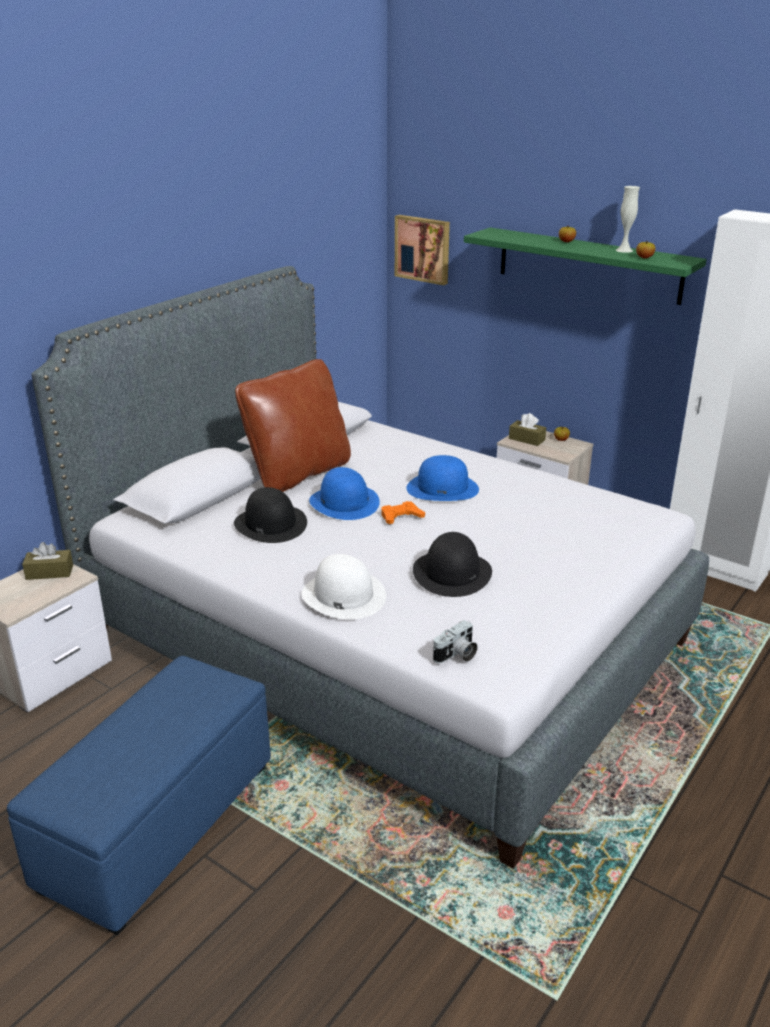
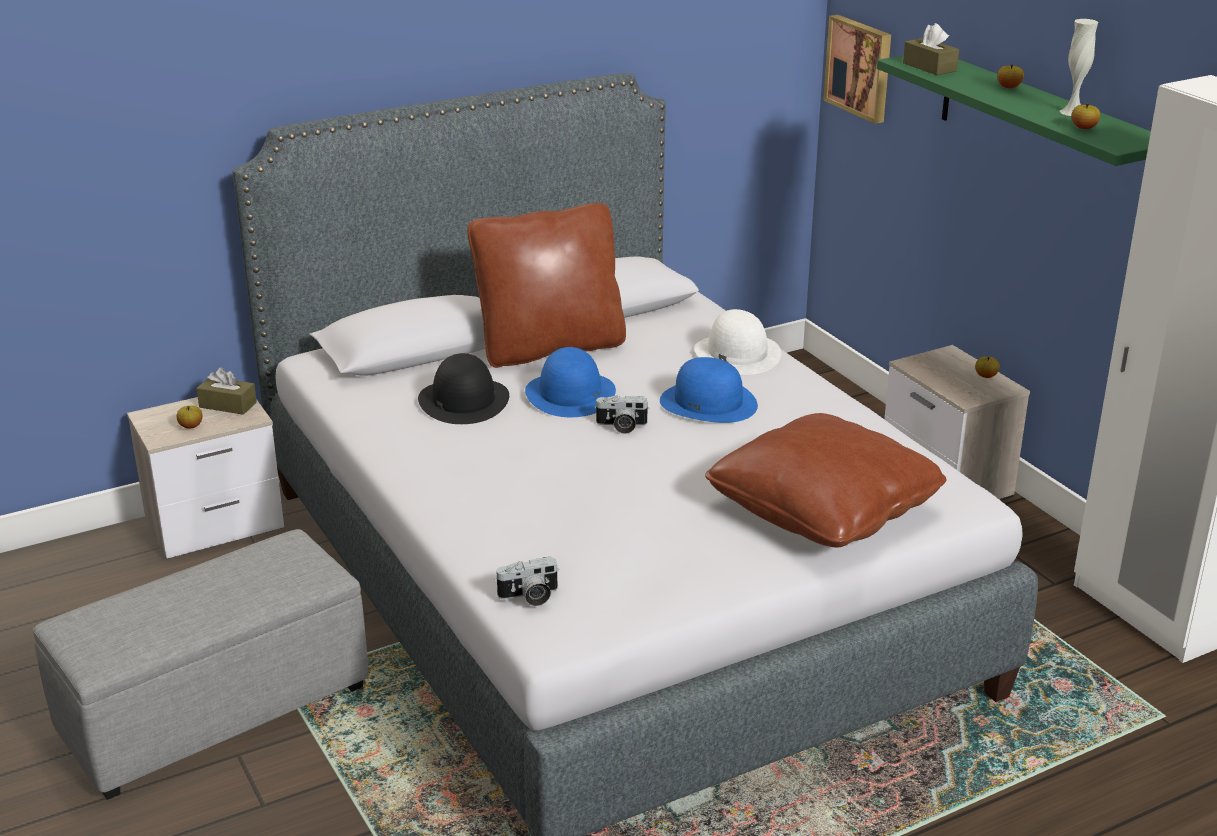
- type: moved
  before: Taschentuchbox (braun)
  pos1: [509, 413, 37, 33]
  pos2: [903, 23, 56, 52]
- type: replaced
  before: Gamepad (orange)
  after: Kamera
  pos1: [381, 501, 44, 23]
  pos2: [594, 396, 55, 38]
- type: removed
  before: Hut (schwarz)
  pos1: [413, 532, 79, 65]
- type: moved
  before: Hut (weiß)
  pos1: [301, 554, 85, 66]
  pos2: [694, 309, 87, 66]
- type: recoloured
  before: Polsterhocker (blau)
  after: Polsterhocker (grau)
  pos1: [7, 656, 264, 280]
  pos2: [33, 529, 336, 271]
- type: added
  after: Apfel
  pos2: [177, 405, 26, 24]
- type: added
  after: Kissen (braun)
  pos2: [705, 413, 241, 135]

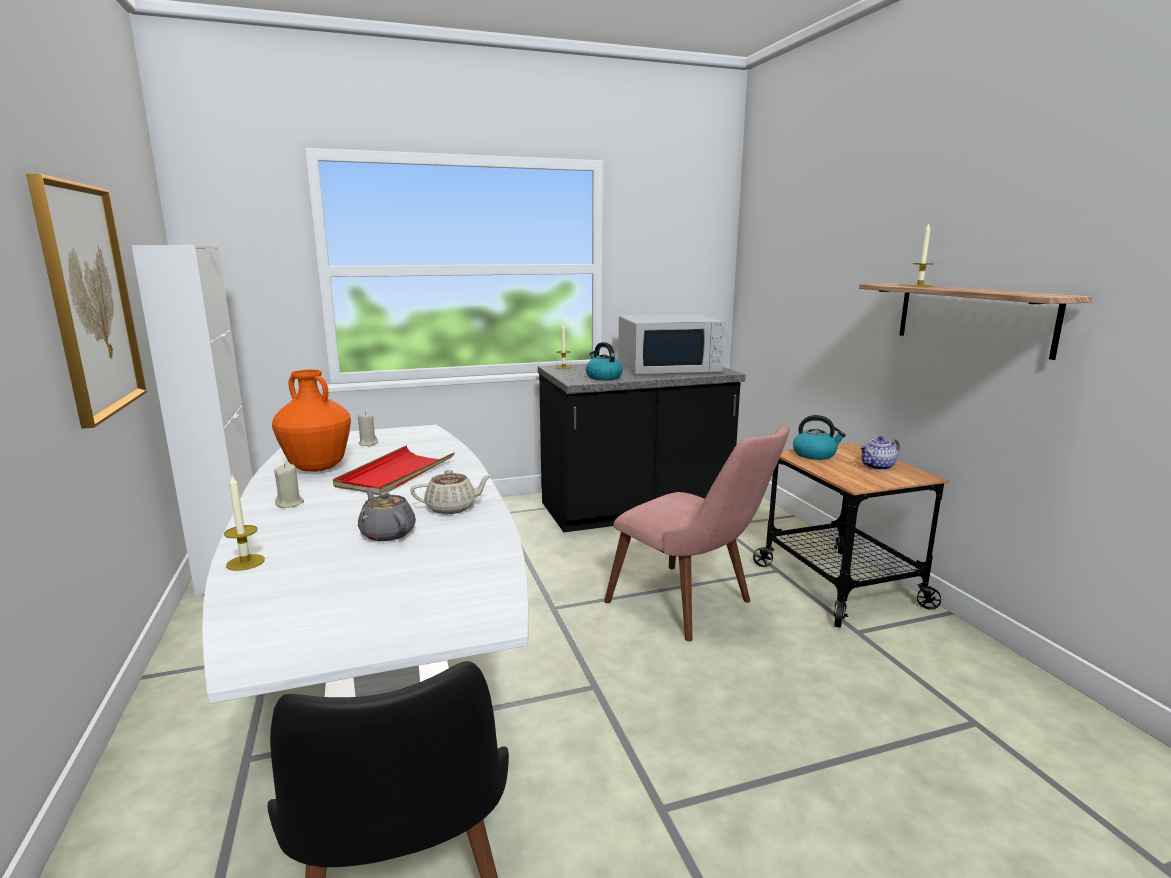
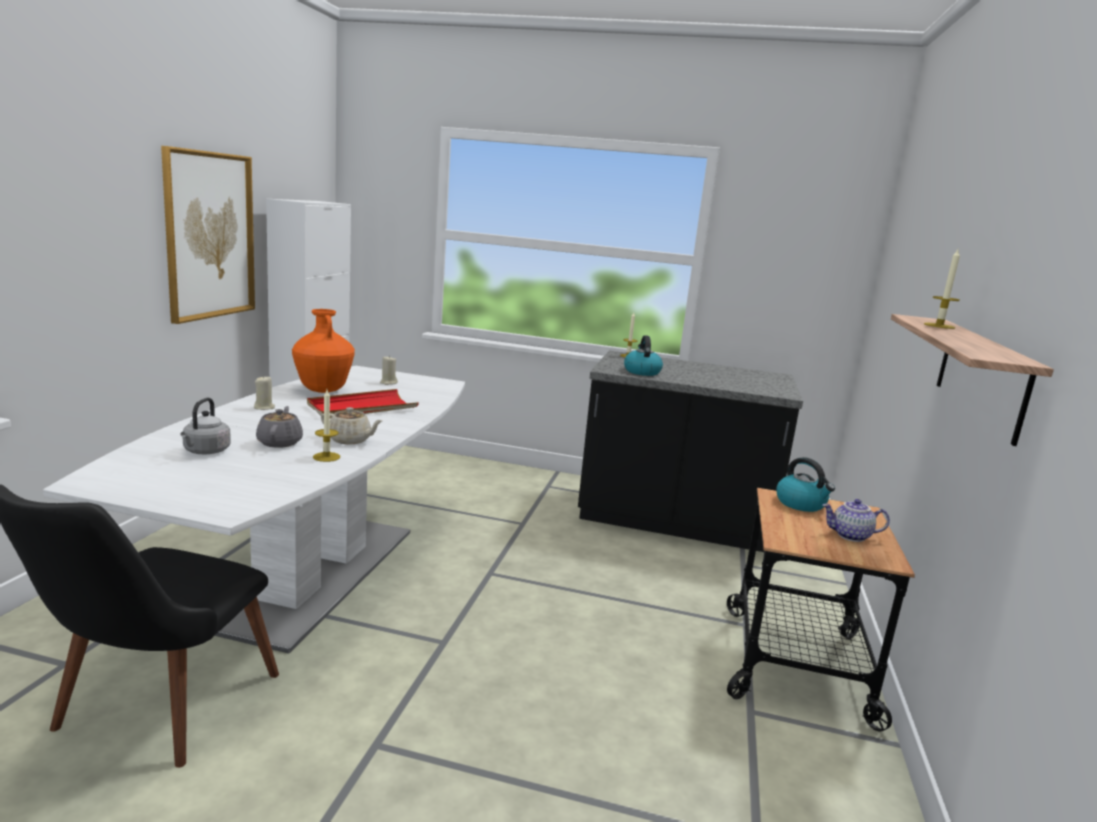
- type: removed
  before: Mikrowelle (weiß)
  pos1: [618, 314, 108, 60]
- type: removed
  before: Stuhl (rosa)
  pos1: [604, 425, 186, 217]
- type: moved
  before: Kerze
  pos1: [224, 475, 41, 96]
  pos2: [313, 390, 27, 72]
- type: added
  after: Wasserkessel (grau)
  pos2: [180, 398, 51, 56]

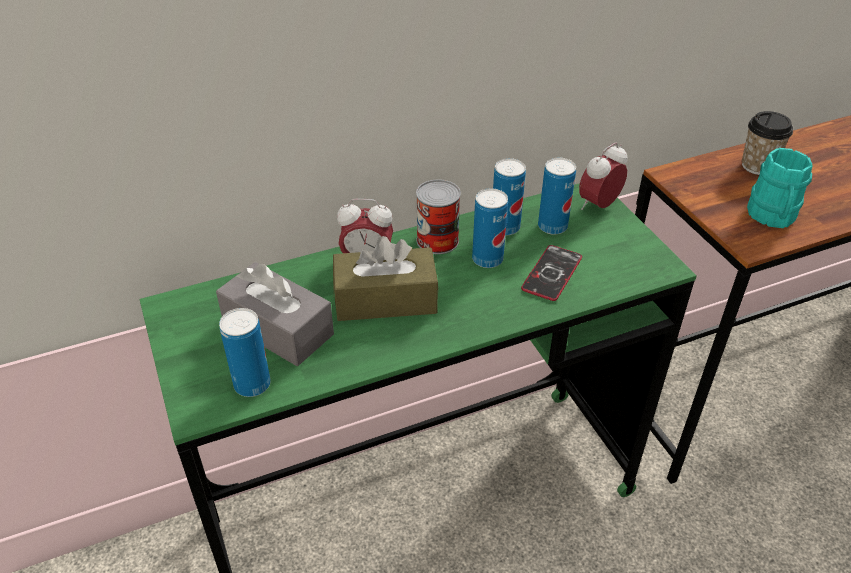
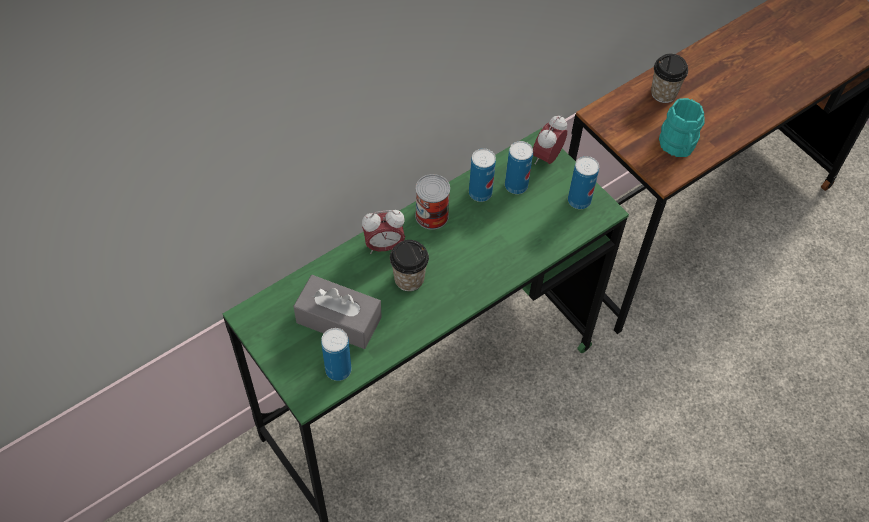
- type: moved
  before: Dose
  pos1: [472, 188, 36, 80]
  pos2: [568, 156, 31, 53]
- type: replaced
  before: Taschentuchbox (braun)
  after: Tasse
  pos1: [333, 236, 105, 85]
  pos2: [390, 240, 39, 51]
- type: removed
  before: Handy
  pos1: [521, 245, 61, 56]

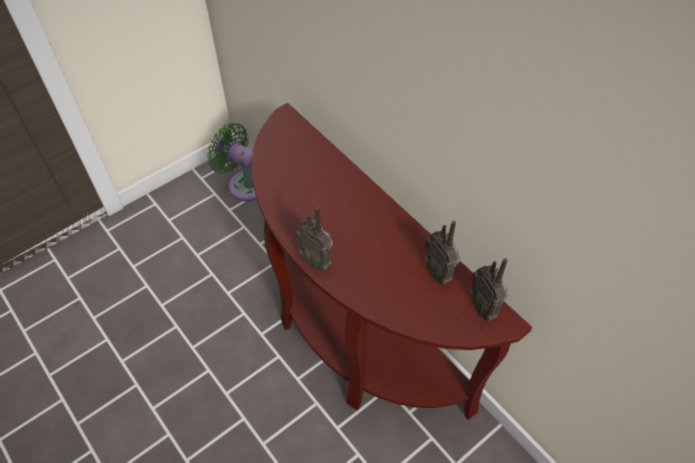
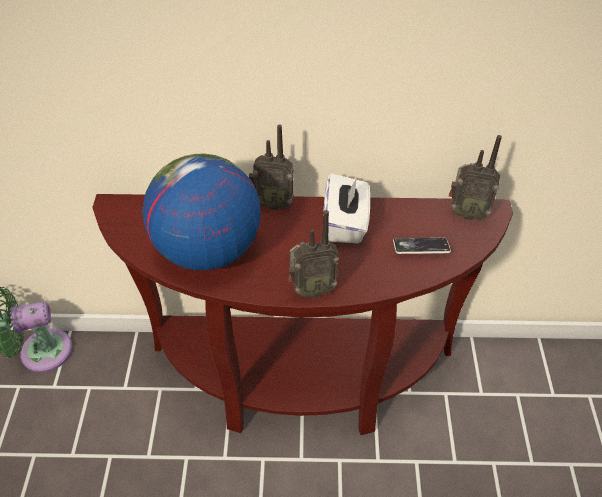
- type: moved
  before: Radio
  pos1: [425, 221, 35, 64]
  pos2: [249, 124, 45, 86]
- type: added
  after: Globus
  pos2: [142, 154, 118, 116]
- type: added
  after: Taschentuchbox (weiß)
  pos2: [323, 173, 47, 70]
- type: added
  after: Handy
  pos2: [393, 238, 58, 16]

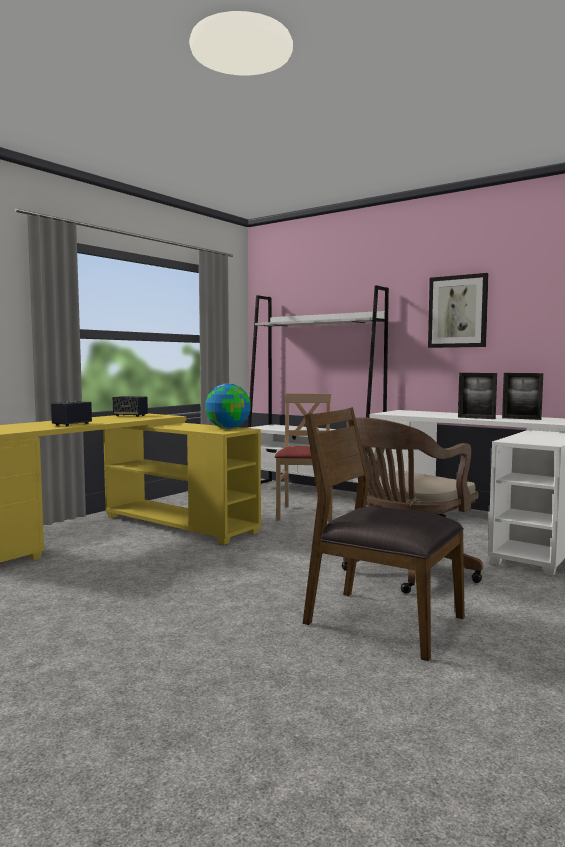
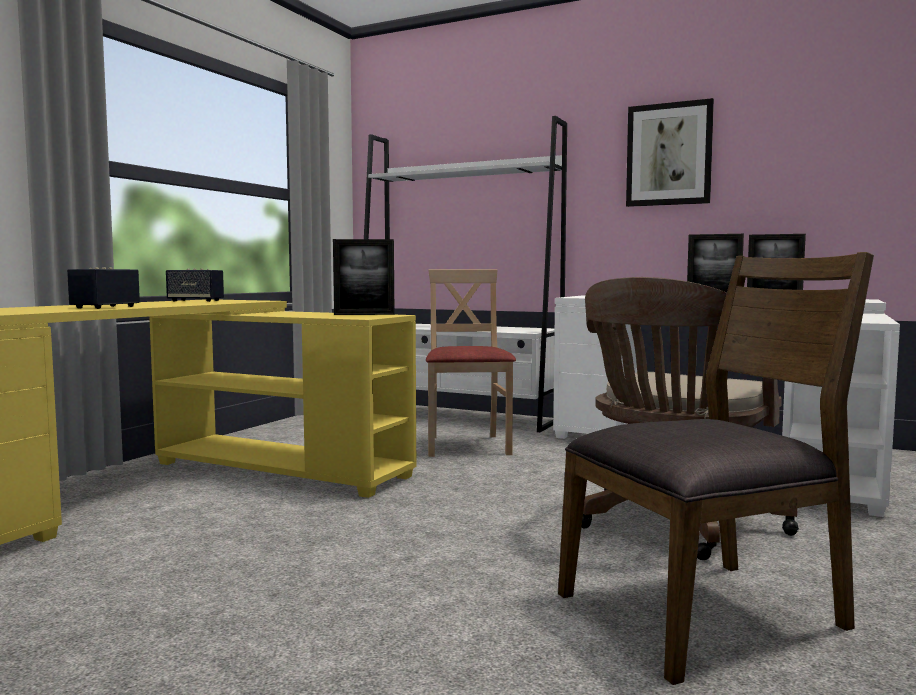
- type: replaced
  before: Globus
  after: Bilderrahmen
  pos1: [205, 384, 46, 45]
  pos2: [333, 239, 62, 76]
- type: turned
  before: Stuhl (braun)
  pos1: [303, 407, 162, 254]
  pos2: [558, 252, 316, 433]
  turn: 135

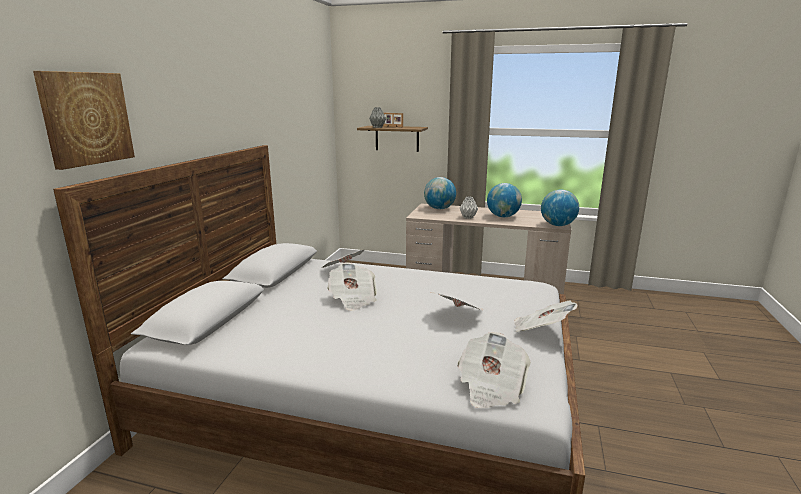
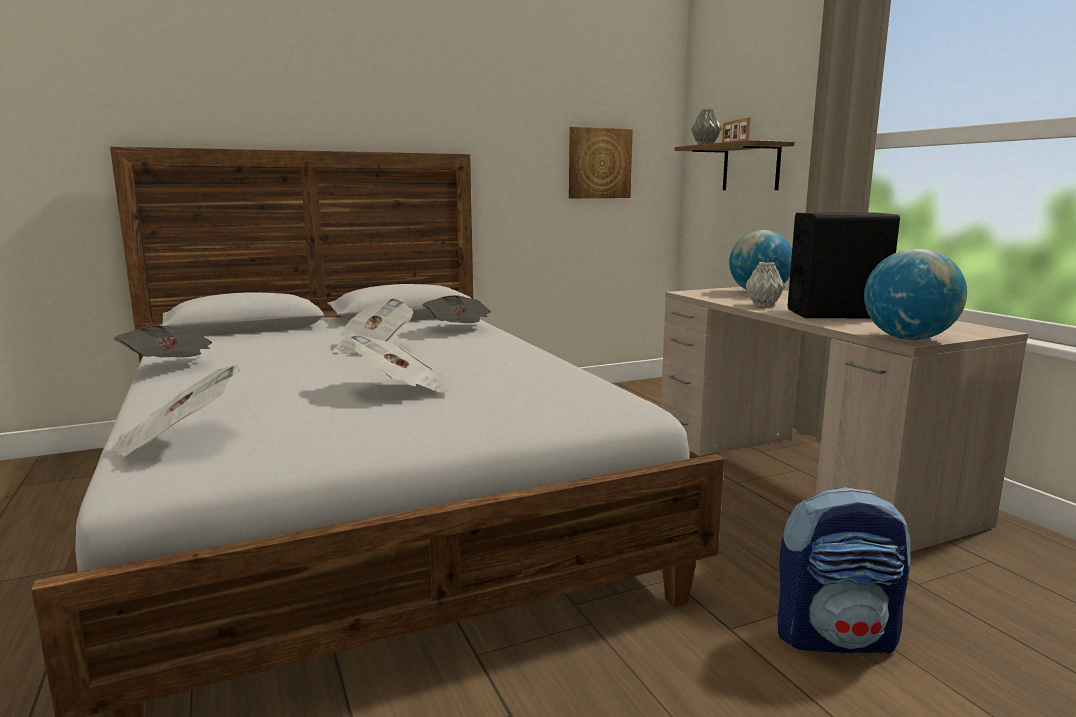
- type: moved
  before: Bild
  pos1: [33, 71, 102, 99]
  pos2: [569, 127, 64, 71]
- type: replaced
  before: Globus
  after: Lautsprecher (schwarz)
  pos1: [487, 183, 35, 34]
  pos2: [788, 212, 112, 106]
- type: moved
  before: Zeitung
  pos1: [514, 300, 63, 32]
  pos2: [114, 326, 98, 32]
- type: added
  after: Rucksack
  pos2: [778, 487, 133, 167]

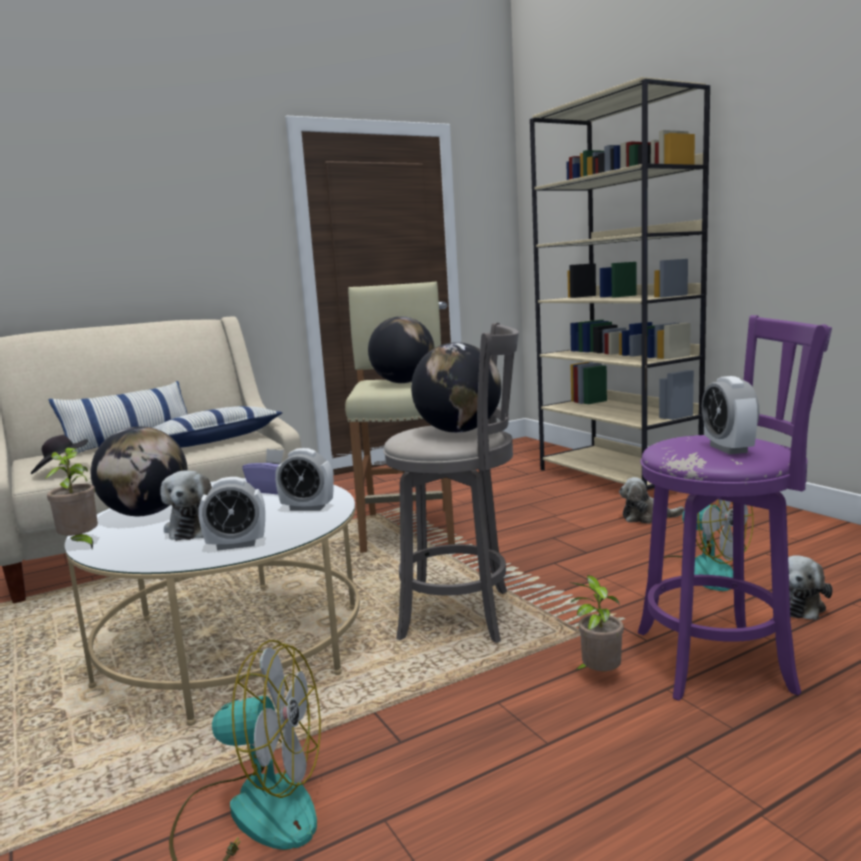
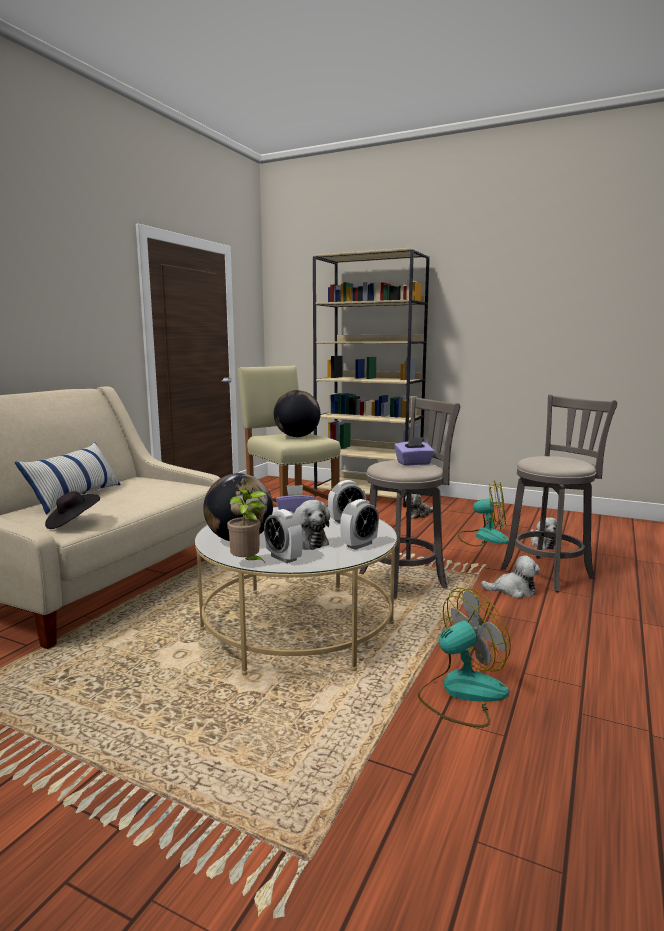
- type: recoloured
  before: Hocker (lila)
  after: Hocker (grau)
  pos1: [638, 315, 194, 386]
  pos2: [501, 394, 116, 198]
- type: replaced
  before: Globus
  after: Taschentuchbox (lila)
  pos1: [411, 342, 90, 91]
  pos2: [395, 437, 39, 29]
- type: moved
  before: Wecker
  pos1: [702, 376, 57, 78]
  pos2: [264, 509, 39, 55]
- type: removed
  before: Kissen
  pos1: [153, 406, 129, 42]
- type: replaced
  before: Topfpflanze
  after: Plüschtier
  pos1: [569, 575, 55, 96]
  pos2: [481, 555, 59, 43]

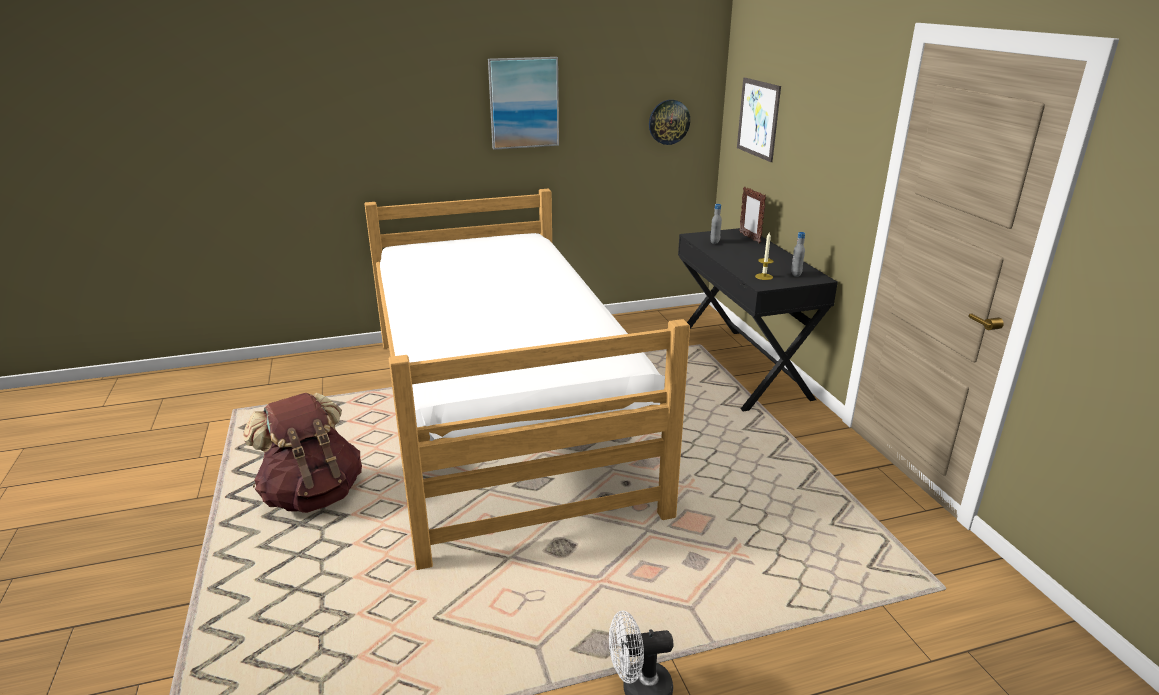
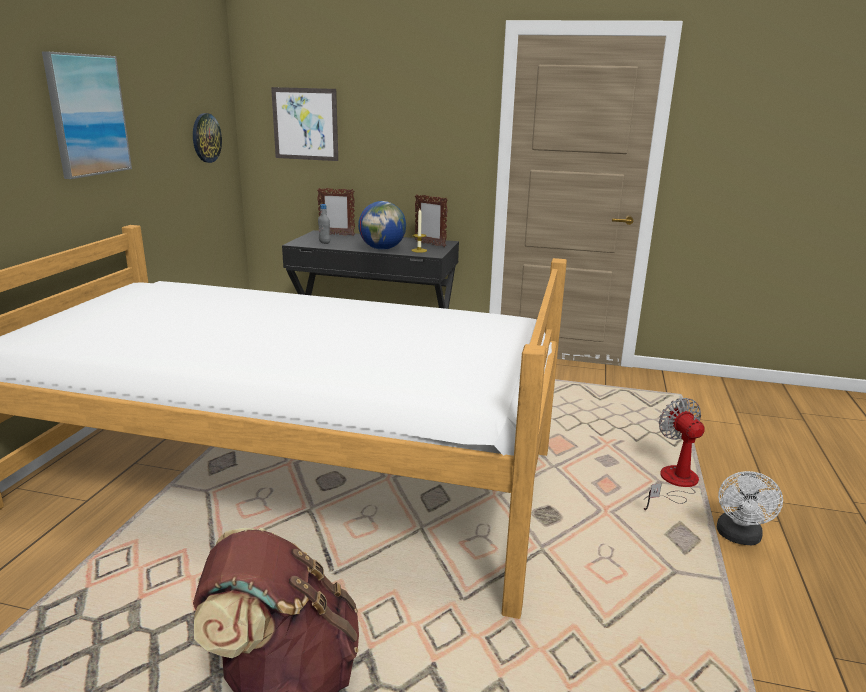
- type: replaced
  before: Flasche (grau)
  after: Bilderrahmen
  pos1: [791, 232, 14, 45]
  pos2: [415, 194, 33, 53]
- type: added
  after: Globus
  pos2: [358, 201, 48, 49]
- type: added
  after: Ventilator
  pos2: [644, 398, 61, 112]

